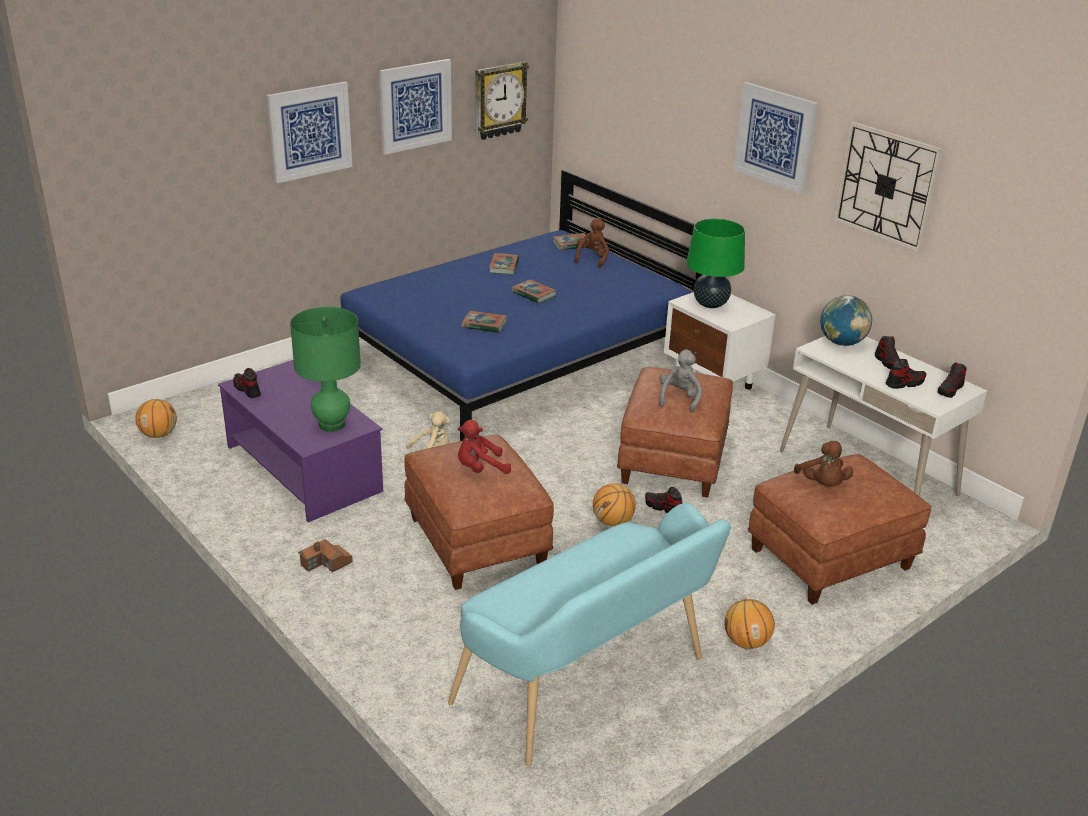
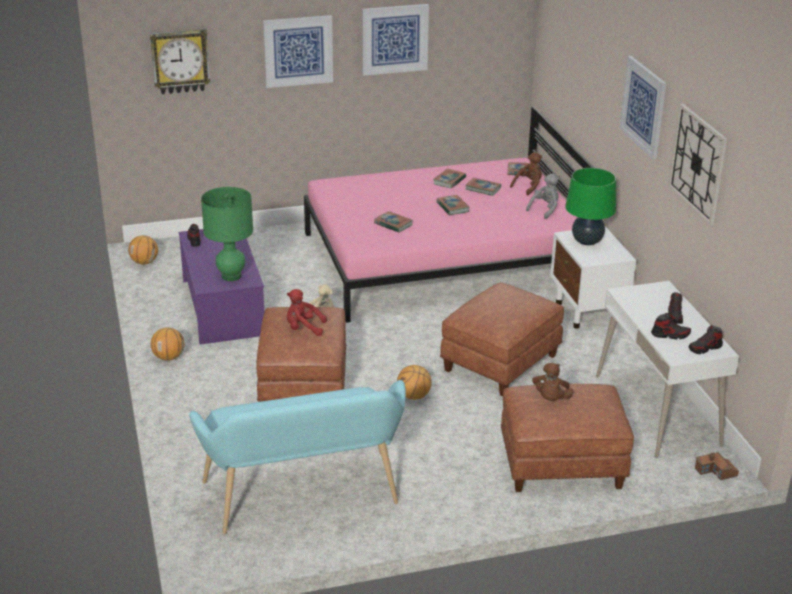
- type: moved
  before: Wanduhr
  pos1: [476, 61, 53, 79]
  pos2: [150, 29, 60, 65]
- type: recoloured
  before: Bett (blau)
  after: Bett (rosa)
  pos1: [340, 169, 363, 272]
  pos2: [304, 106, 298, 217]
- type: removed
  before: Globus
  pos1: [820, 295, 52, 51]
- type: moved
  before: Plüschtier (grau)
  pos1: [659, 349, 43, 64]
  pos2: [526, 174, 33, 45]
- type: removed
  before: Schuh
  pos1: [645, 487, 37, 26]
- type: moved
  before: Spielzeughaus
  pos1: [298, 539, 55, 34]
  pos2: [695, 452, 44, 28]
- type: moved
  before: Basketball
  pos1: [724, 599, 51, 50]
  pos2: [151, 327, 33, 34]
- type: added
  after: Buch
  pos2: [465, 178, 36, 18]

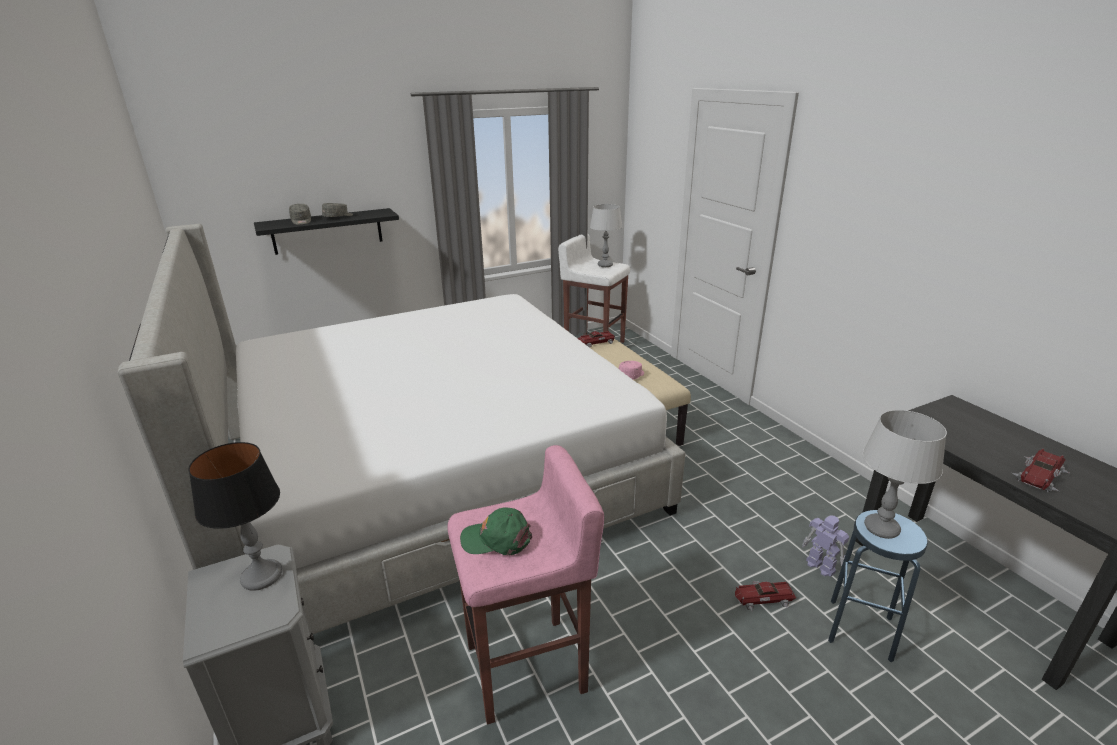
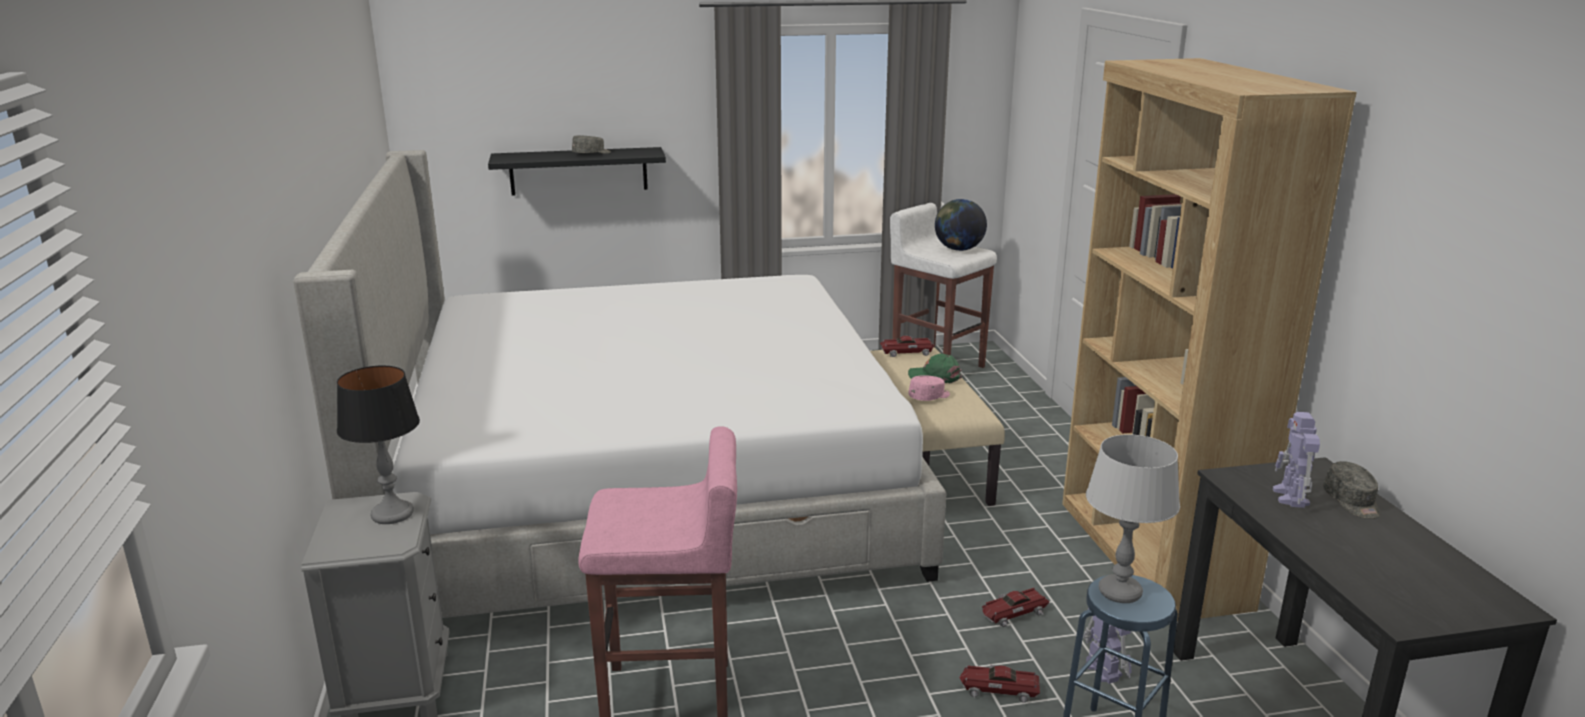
- type: moved
  before: Kappe (grau)
  pos1: [289, 204, 22, 21]
  pos2: [1323, 461, 57, 58]
- type: replaced
  before: Tischlampe (grau)
  after: Globus
  pos1: [590, 204, 33, 63]
  pos2: [935, 199, 52, 52]
- type: moved
  before: Spielzeugauto
  pos1: [1012, 448, 59, 44]
  pos2: [982, 588, 68, 39]
- type: moved
  before: Kappe (grün)
  pos1: [460, 508, 72, 47]
  pos2: [908, 354, 54, 29]
- type: added
  after: Bücherregal (braun)
  pos2: [1062, 58, 295, 563]
- type: added
  after: Spielzeugroboter
  pos2: [1273, 412, 47, 96]

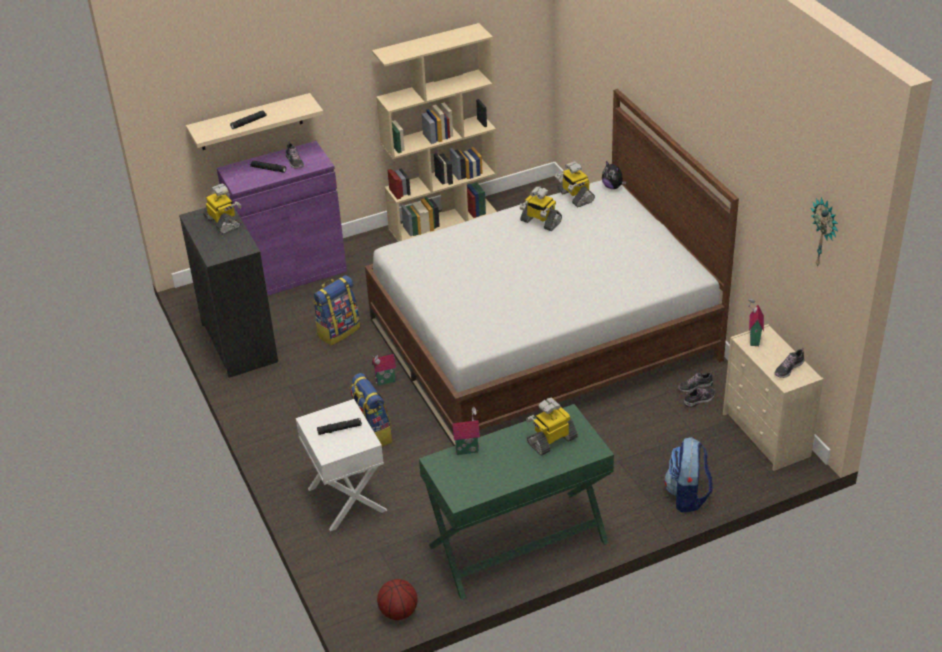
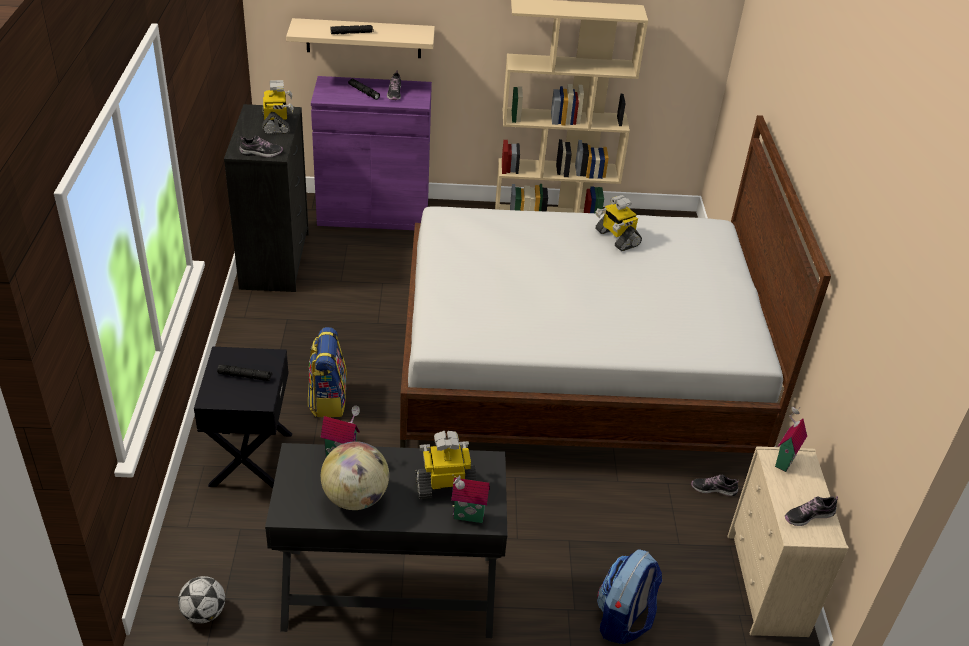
- type: removed
  before: Spielzeugroboter
  pos1: [555, 161, 40, 46]
- type: removed
  before: Plüschtier
  pos1: [602, 161, 25, 28]
- type: removed
  before: Wanduhr
  pos1: [811, 197, 27, 70]
- type: removed
  before: Rucksack
  pos1: [313, 275, 47, 70]
- type: moved
  before: Spielzeughaus
  pos1: [372, 354, 24, 32]
  pos2: [451, 475, 39, 48]
- type: moved
  before: Schuh
  pos1: [684, 388, 31, 20]
  pos2: [239, 135, 44, 22]
- type: recoloured
  before: Nachttisch (weiß)
  after: Nachttisch (schwarz)
  pos1: [296, 399, 91, 132]
  pos2: [194, 347, 98, 141]
- type: recoloured
  before: Schreibtisch (grün)
  after: Schreibtisch (schwarz)
  pos1: [419, 404, 195, 196]
  pos2: [265, 443, 242, 195]
- type: replaced
  before: Basketball
  after: Fußball
  pos1: [377, 579, 41, 41]
  pos2: [178, 576, 47, 47]
- type: added
  after: Globus
  pos2: [321, 441, 68, 69]

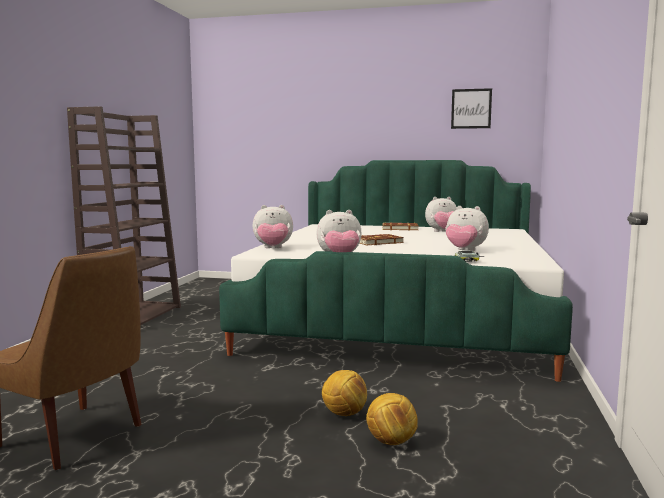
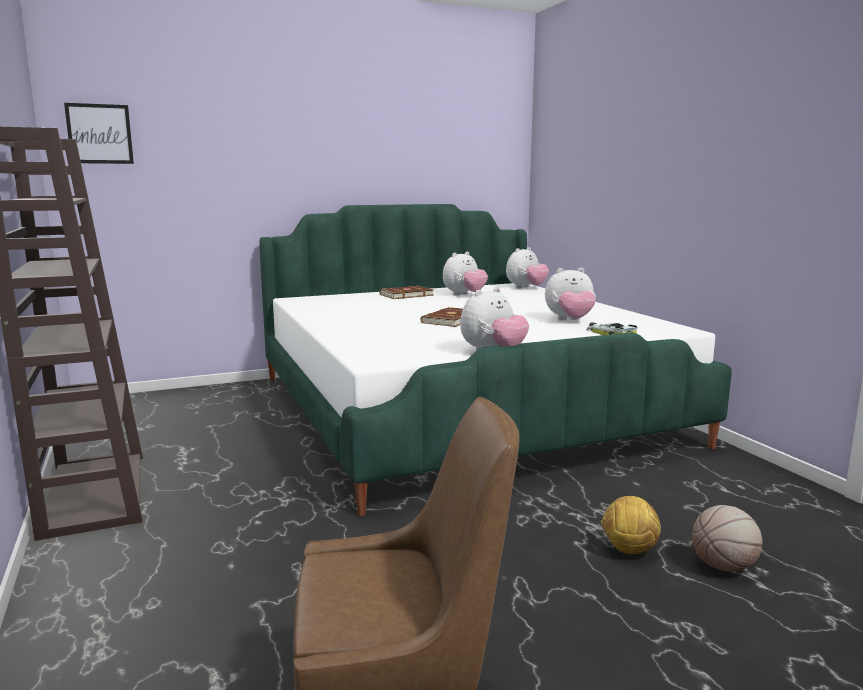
- type: moved
  before: Bild
  pos1: [451, 88, 41, 41]
  pos2: [64, 103, 70, 61]
- type: moved
  before: Plüschtier
  pos1: [253, 205, 40, 43]
  pos2: [506, 247, 43, 41]
- type: replaced
  before: Fußball
  after: Basketball
  pos1: [366, 393, 52, 52]
  pos2: [692, 505, 71, 66]

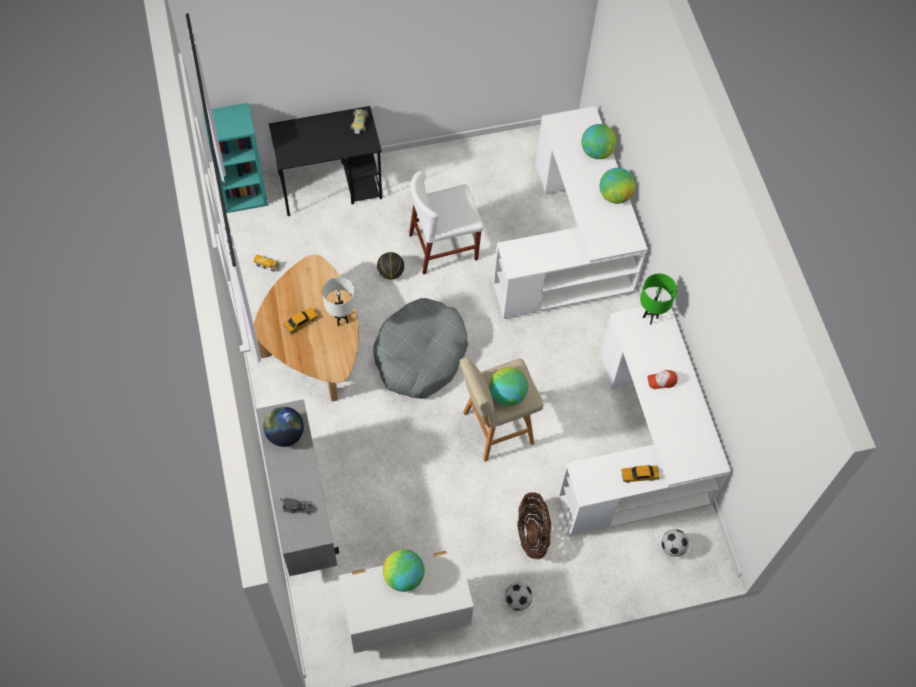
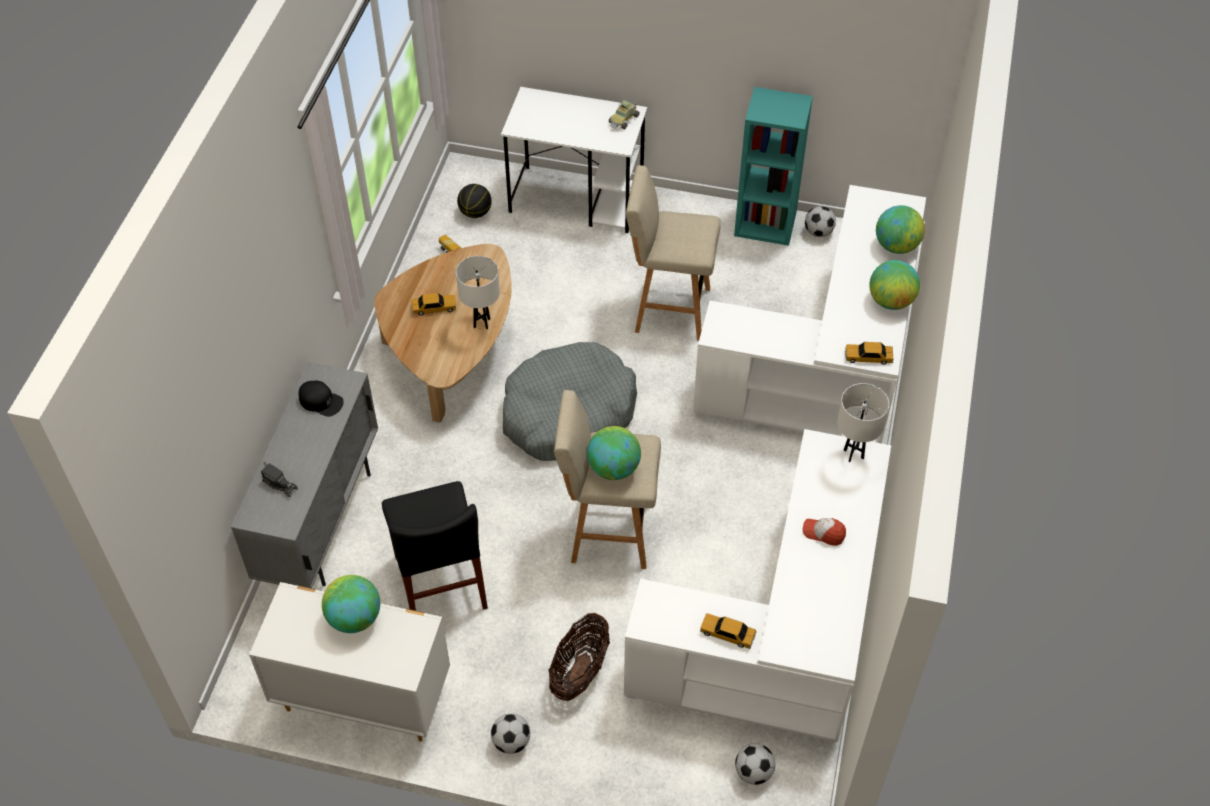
- type: moved
  before: Bücherregal (türkis)
  pos1: [203, 103, 65, 110]
  pos2: [734, 87, 79, 159]
- type: recoloured
  before: Schreibtisch (schwarz)
  after: Schreibtisch (weiß)
  pos1: [269, 106, 113, 110]
  pos2: [501, 87, 146, 146]
- type: replaced
  before: Stuhl (weiß)
  after: Hocker (beige)
  pos1: [409, 170, 75, 105]
  pos2: [626, 165, 95, 176]
- type: moved
  before: Basketball
  pos1: [377, 252, 27, 28]
  pos2: [457, 184, 35, 34]
- type: recoloured
  before: Tischlampe (grün)
  after: Tischlampe (weiß)
  pos1: [640, 274, 37, 51]
  pos2: [837, 383, 52, 79]
- type: replaced
  before: Globus
  after: Kappe (schwarz)
  pos1: [263, 407, 41, 40]
  pos2: [299, 380, 45, 37]
- type: added
  after: Fußball
  pos2: [805, 206, 31, 31]
- type: added
  after: Spielzeugauto
  pos2: [845, 342, 48, 23]
- type: added
  after: Stuhl (schwarz)
  pos2: [382, 481, 106, 129]

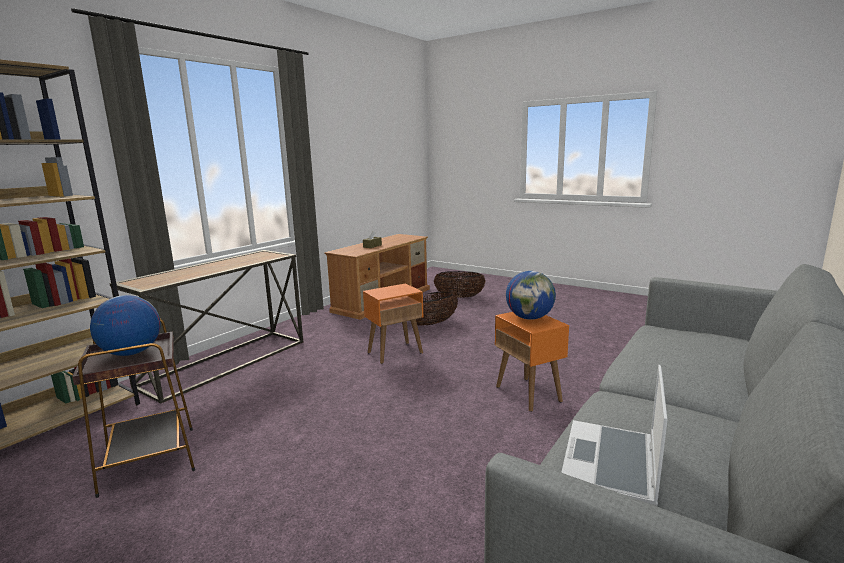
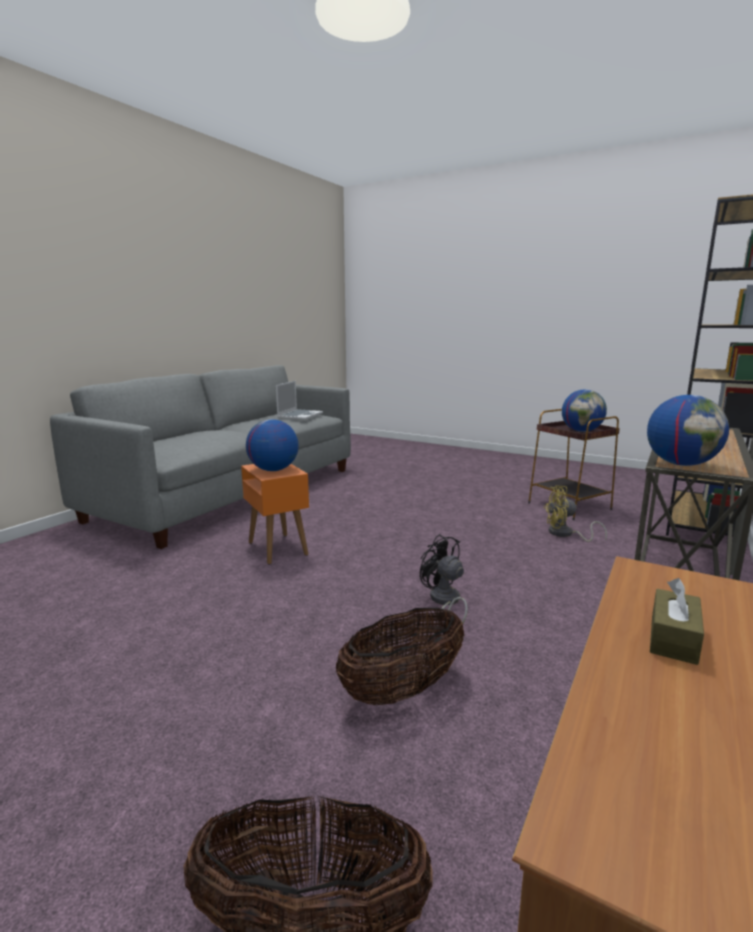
- type: replaced
  before: Beistelltisch (orange)
  after: Ventilator (schwarz)
  pos1: [363, 283, 60, 81]
  pos2: [420, 534, 48, 91]
- type: added
  after: Globus
  pos2: [647, 395, 82, 71]
- type: added
  after: Ventilator (gelb)
  pos2: [544, 485, 63, 57]

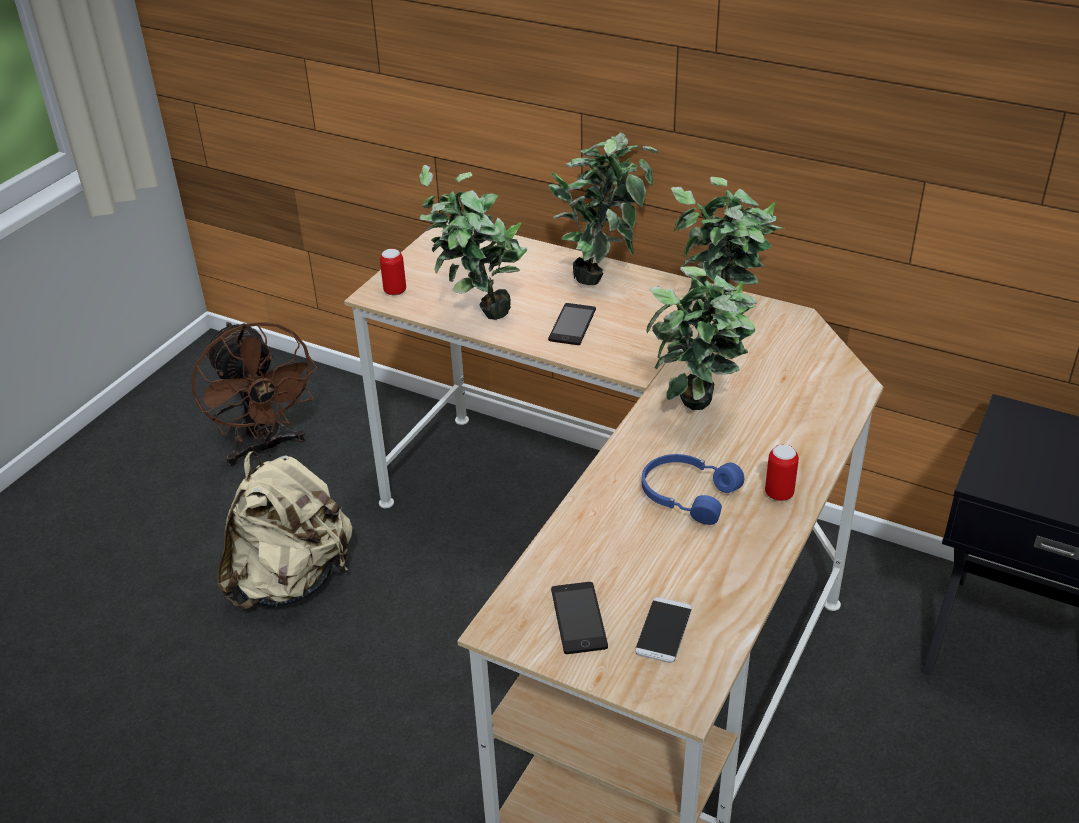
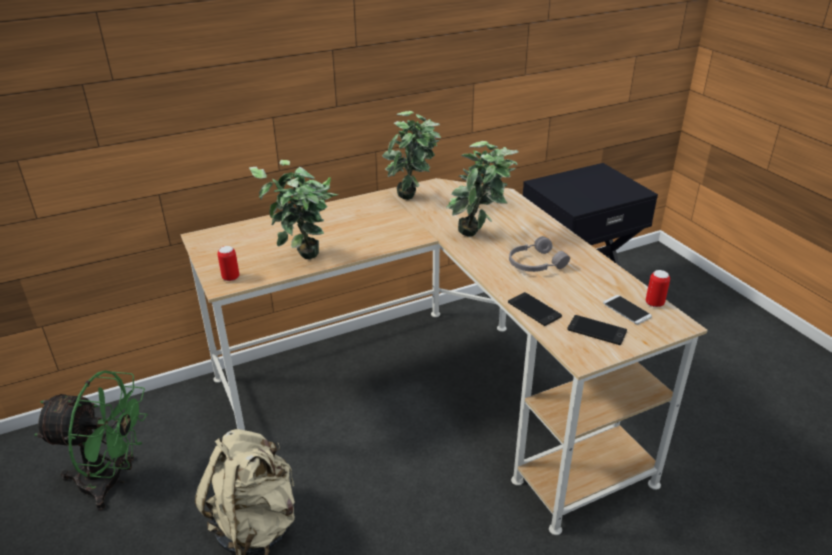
- type: removed
  before: Topfpflanze
  pos1: [548, 132, 110, 153]
- type: moved
  before: Handy
  pos1: [548, 303, 48, 42]
  pos2: [508, 292, 54, 34]
- type: recoloured
  before: Ventilator (braun)
  after: Ventilator (grün)
  pos1: [191, 322, 126, 144]
  pos2: [34, 370, 114, 140]
- type: moved
  before: Dose
  pos1: [765, 445, 34, 56]
  pos2: [646, 270, 24, 37]
- type: recoloured
  before: Kopfhörer (blau)
  after: Kopfhörer (grau)
  pos1: [642, 454, 102, 71]
  pos2: [509, 236, 61, 36]

